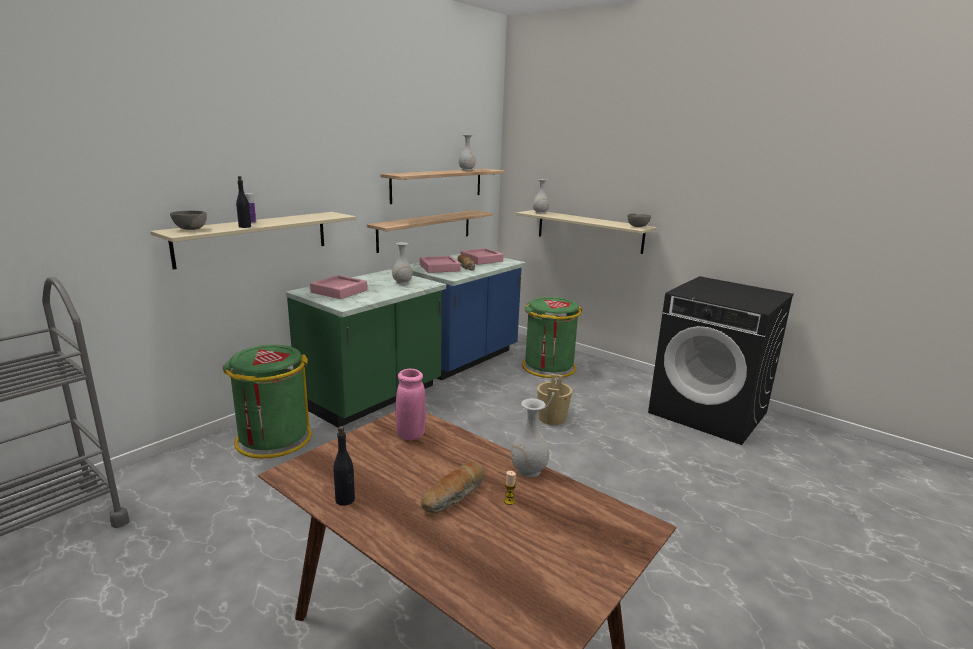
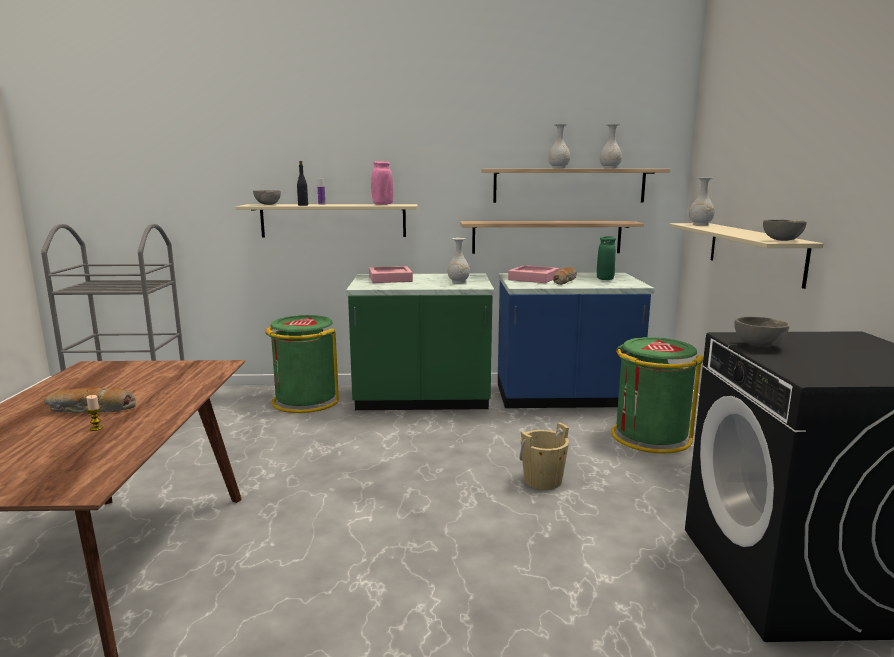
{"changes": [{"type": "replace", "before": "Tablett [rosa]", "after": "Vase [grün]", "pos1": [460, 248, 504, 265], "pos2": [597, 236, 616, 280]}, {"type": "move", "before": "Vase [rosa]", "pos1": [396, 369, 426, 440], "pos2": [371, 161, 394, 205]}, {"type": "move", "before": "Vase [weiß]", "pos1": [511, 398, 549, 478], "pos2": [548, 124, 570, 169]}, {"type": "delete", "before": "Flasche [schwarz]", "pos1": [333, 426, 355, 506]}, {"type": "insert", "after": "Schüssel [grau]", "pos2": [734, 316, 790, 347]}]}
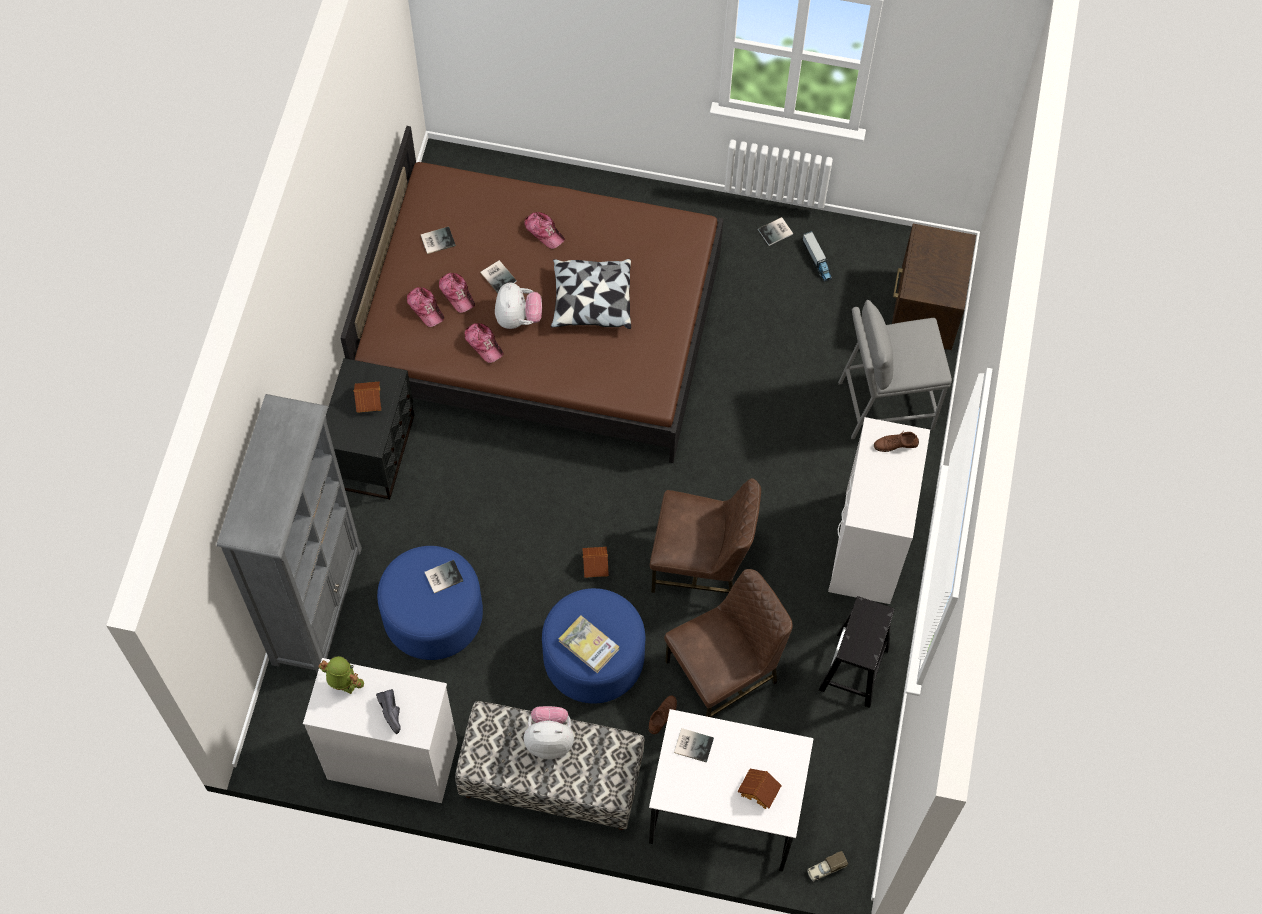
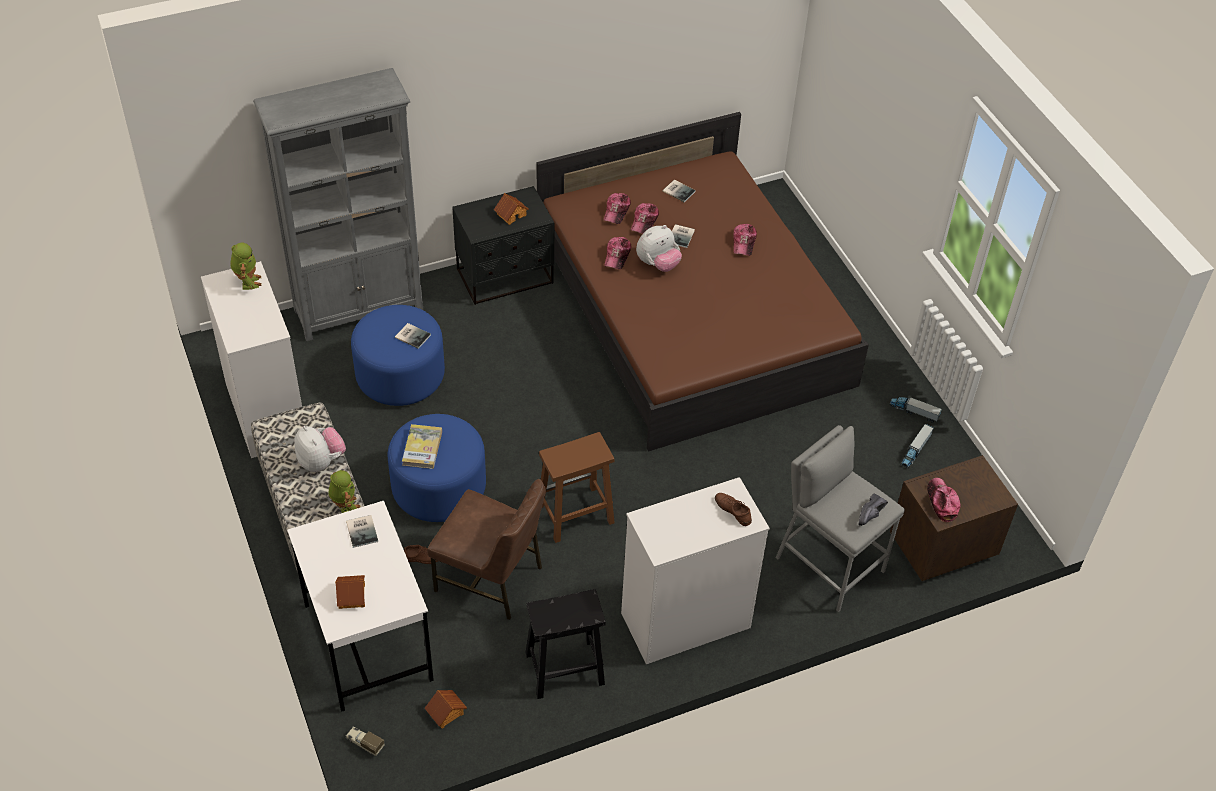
{"changes": [{"type": "replace", "before": "Buch", "after": "Spielzeuglaster", "pos1": [758, 217, 793, 246], "pos2": [889, 396, 942, 423]}, {"type": "delete", "before": "Kissen", "pos1": [551, 259, 631, 329]}, {"type": "replace", "before": "Stuhl [braun]", "after": "Hocker [braun]", "pos1": [650, 478, 761, 593], "pos2": [539, 432, 615, 543]}, {"type": "move", "before": "Spielzeughaus", "pos1": [582, 547, 609, 578], "pos2": [425, 690, 467, 729]}, {"type": "move", "before": "Schuh [schwarz]", "pos1": [376, 689, 401, 734], "pos2": [858, 494, 888, 526]}, {"type": "insert", "after": "Spielzeugroboter", "pos2": [328, 470, 361, 513]}, {"type": "insert", "after": "Kappe", "pos2": [927, 478, 960, 522]}]}
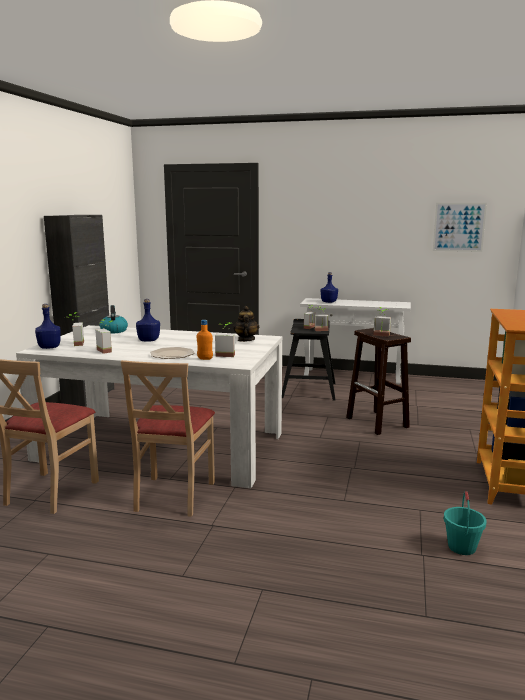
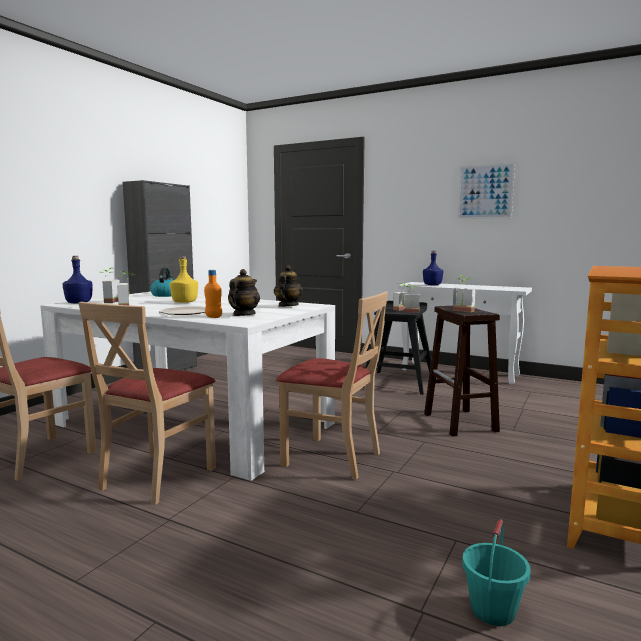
{"changes": [{"type": "move", "before": "Bild", "pos1": [433, 203, 487, 252], "pos2": [458, 163, 515, 219]}, {"type": "recolor", "before": "Flasche [blau]", "after": "Flasche [gelb]", "pos1": [136, 299, 160, 342], "pos2": [170, 256, 198, 303]}, {"type": "replace", "before": "Topfpflanze", "after": "Teekanne", "pos1": [215, 322, 235, 357], "pos2": [228, 269, 260, 316]}, {"type": "insert", "after": "Stuhl [beige]", "pos2": [276, 291, 388, 480]}]}
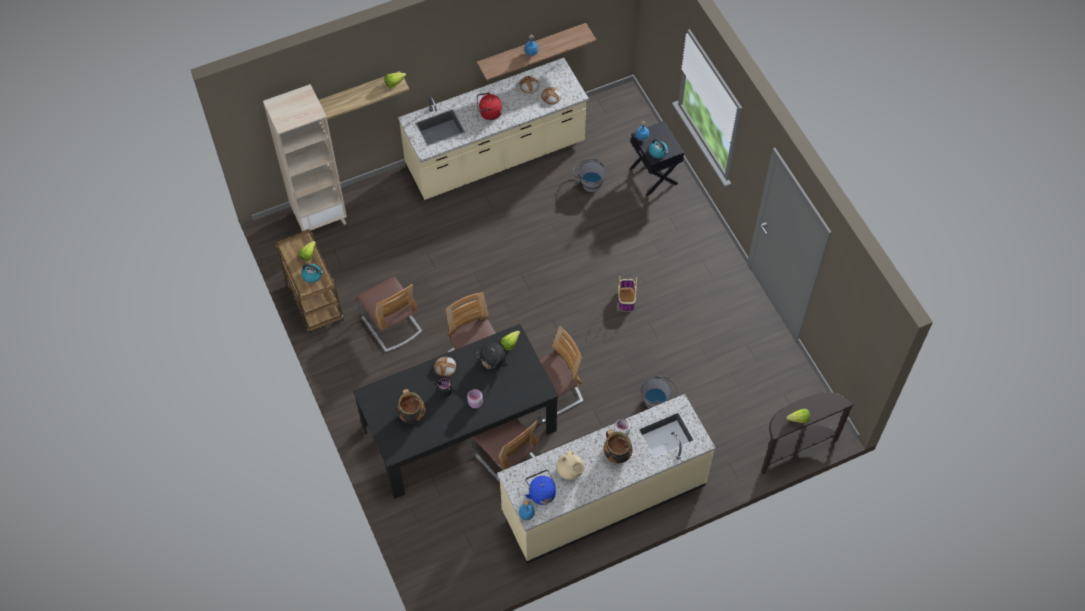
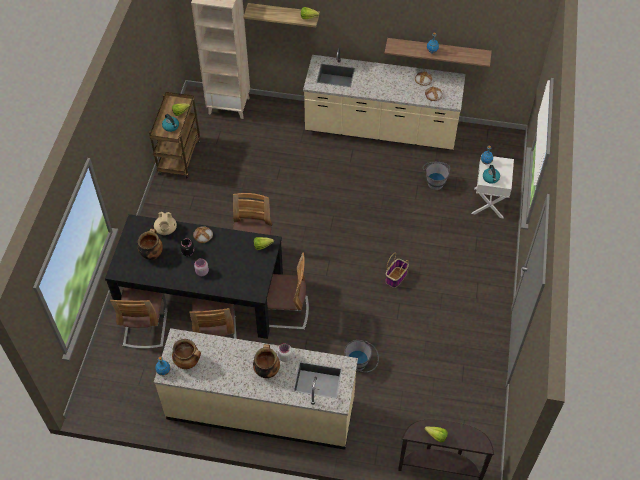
{"changes": [{"type": "delete", "before": "Wasserkessel [rot]", "pos1": [477, 92, 502, 120]}, {"type": "recolor", "before": "Nachttisch [schwarz]", "after": "Nachttisch [weiß]", "pos1": [630, 121, 684, 196], "pos2": [472, 156, 514, 218]}, {"type": "move", "before": "Stuhl", "pos1": [356, 277, 422, 352], "pos2": [110, 288, 167, 349]}, {"type": "delete", "before": "Wasserkessel [schwarz]", "pos1": [476, 342, 507, 370]}, {"type": "move", "before": "Teekanne [beige]", "pos1": [557, 451, 585, 480], "pos2": [154, 212, 177, 235]}, {"type": "replace", "before": "Wasserkessel [blau]", "after": "Kochtopf", "pos1": [525, 470, 556, 505], "pos2": [172, 339, 201, 369]}]}
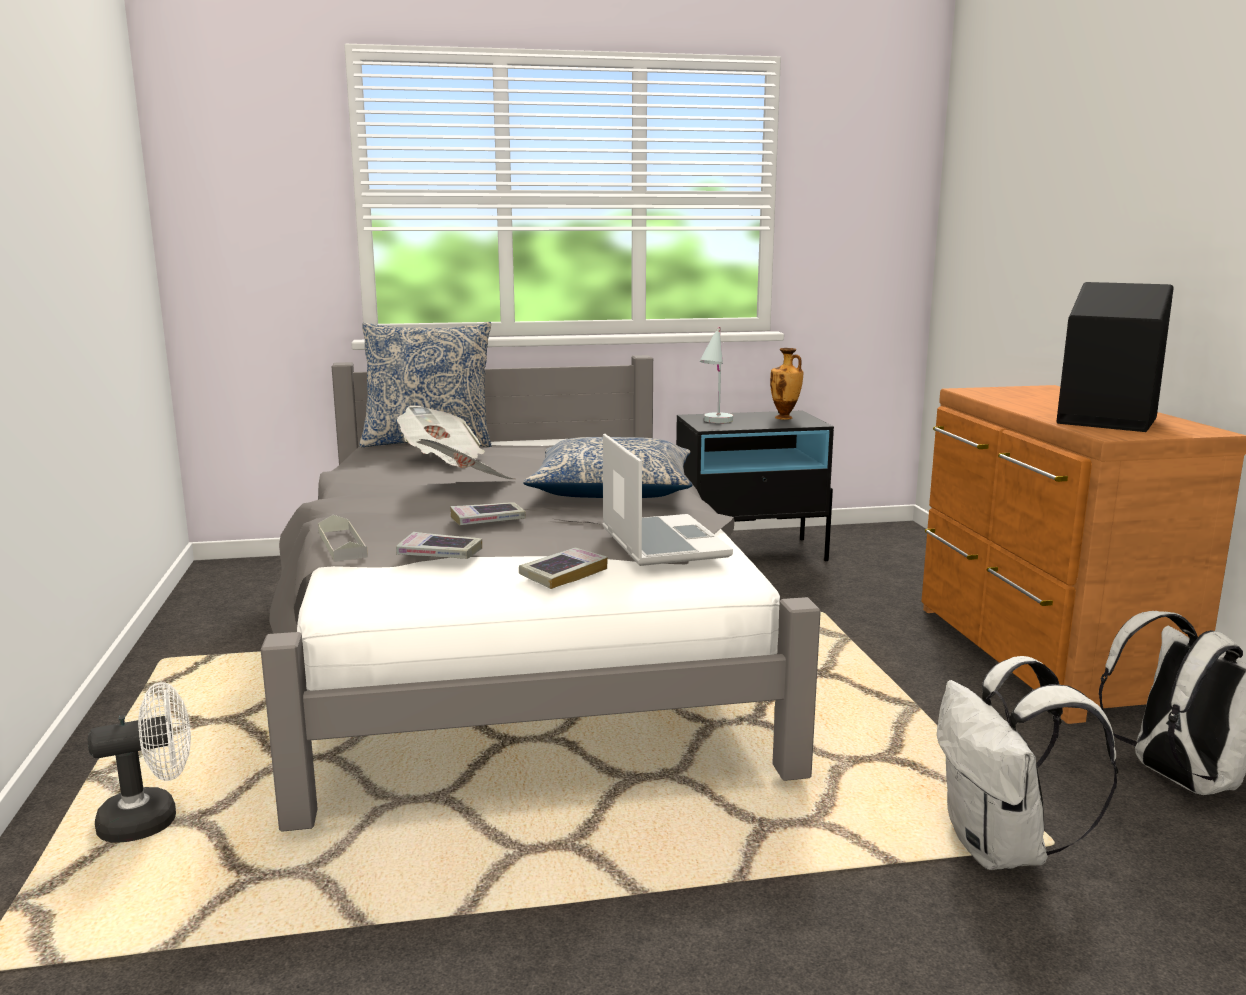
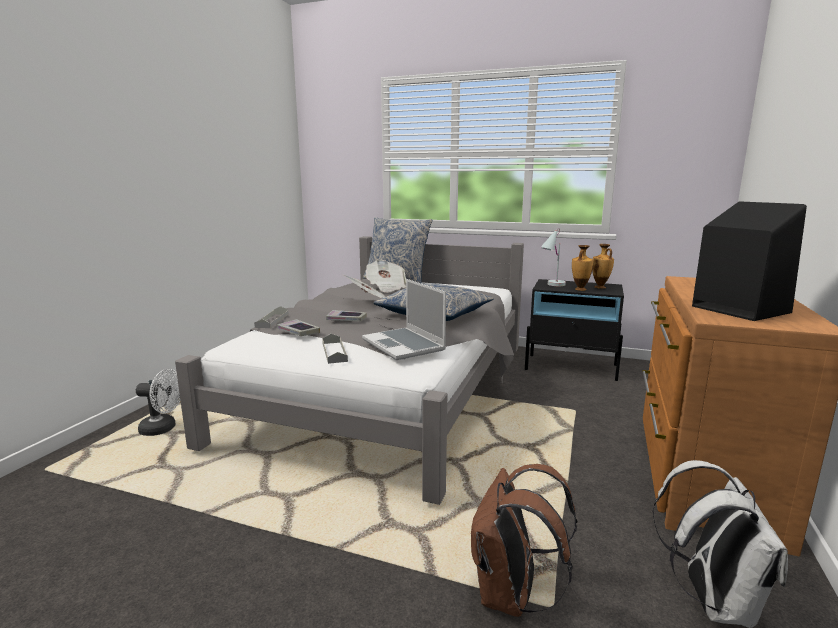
{"changes": [{"type": "rotate", "before": "Laptop", "pos1": [603, 434, 733, 566], "pos2": [362, 279, 446, 360], "turn": 135}, {"type": "replace", "before": "Buch", "after": "Tablett [grau]", "pos1": [519, 548, 608, 589], "pos2": [322, 334, 348, 364]}, {"type": "recolor", "before": "Rucksack [weiß]", "after": "Rucksack [braun]", "pos1": [937, 656, 1118, 870], "pos2": [471, 464, 577, 617]}, {"type": "insert", "after": "Vase", "pos2": [572, 245, 594, 291]}]}
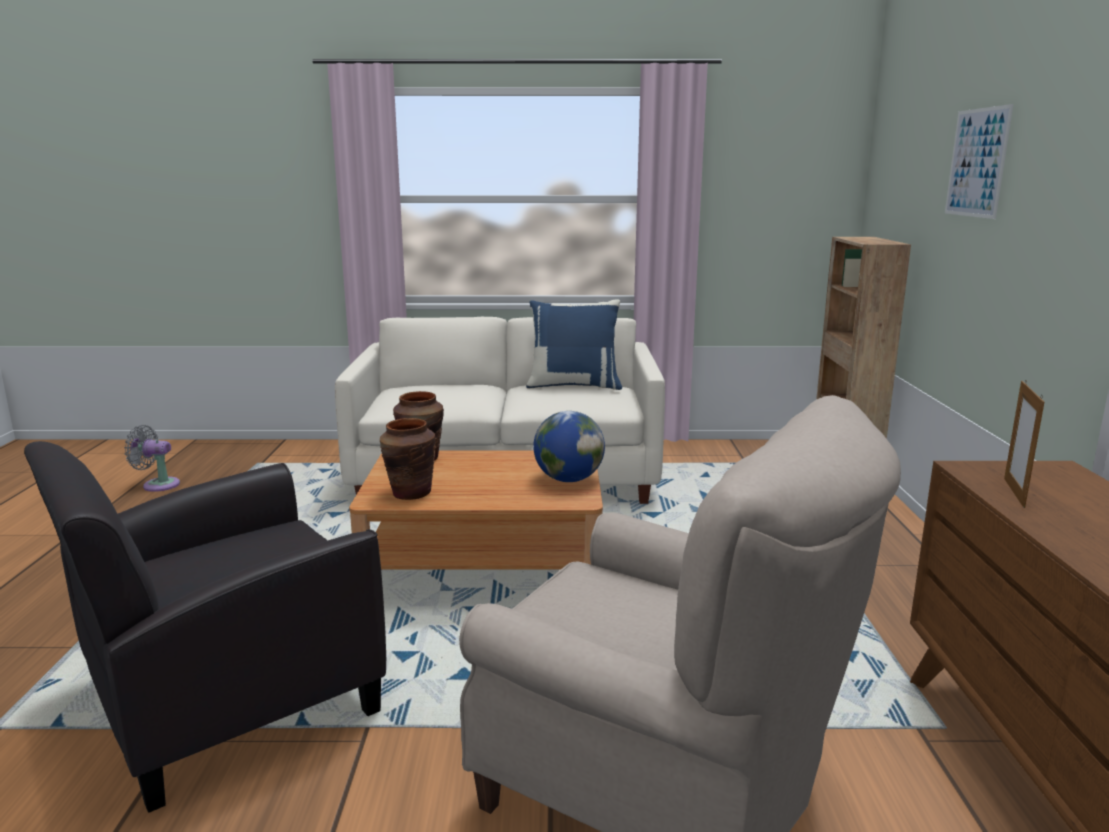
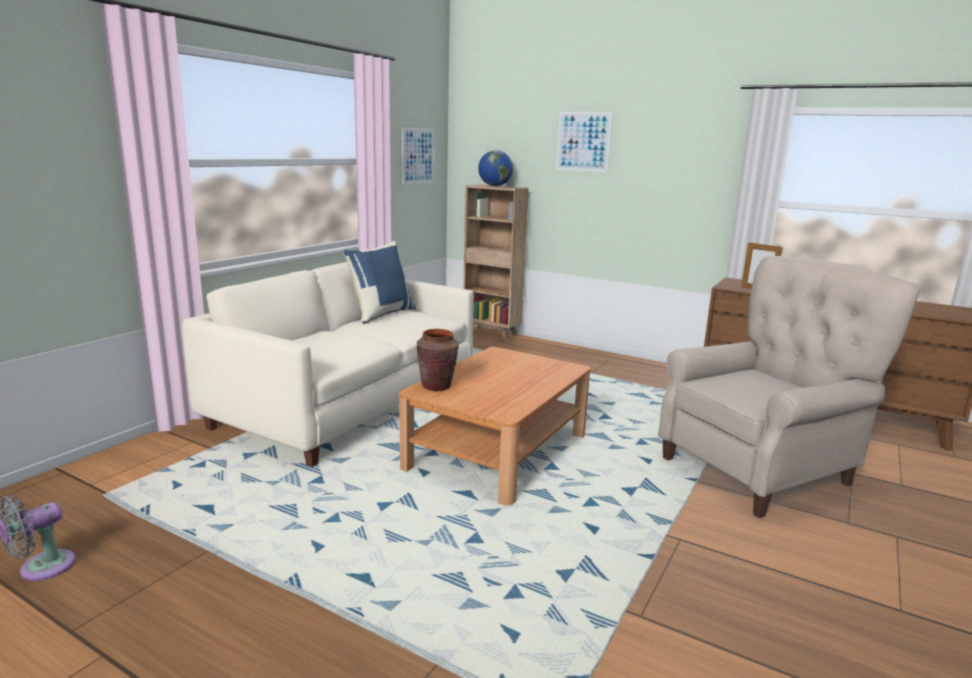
{"changes": [{"type": "move", "before": "Globus", "pos1": [533, 411, 605, 482], "pos2": [478, 150, 513, 186]}, {"type": "delete", "before": "Vase [braun]", "pos1": [380, 418, 436, 500]}, {"type": "delete", "before": "Sessel [schwarz]", "pos1": [24, 441, 386, 813]}, {"type": "insert", "after": "Bild", "pos2": [402, 127, 435, 184]}]}
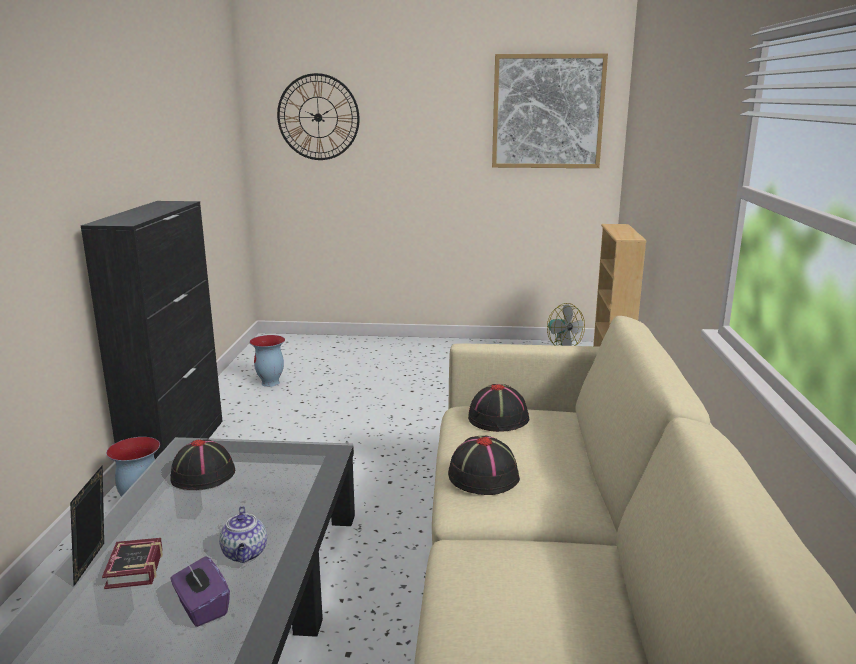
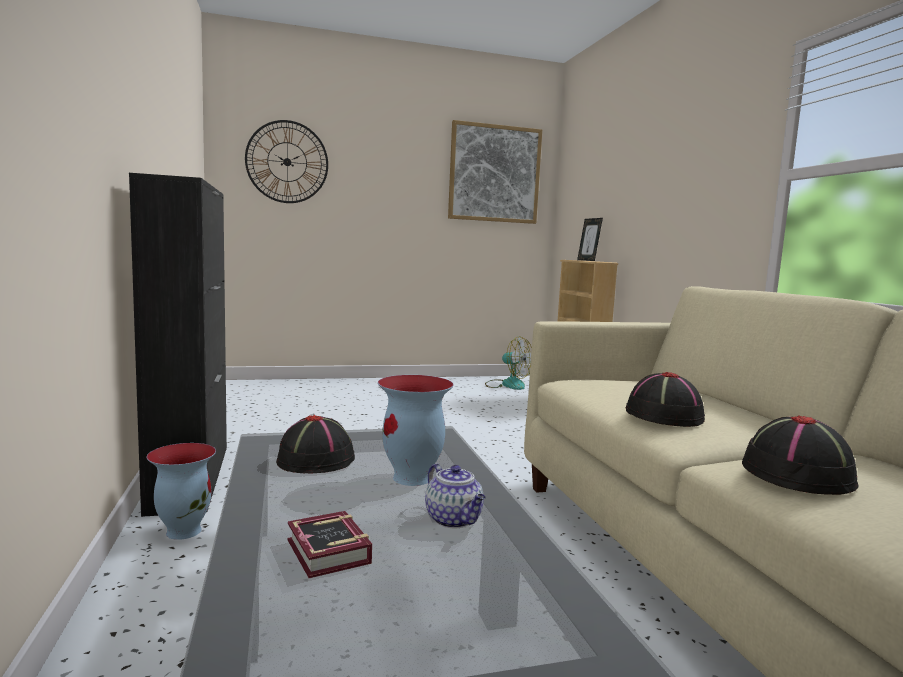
{"changes": [{"type": "move", "before": "Vase", "pos1": [249, 335, 285, 387], "pos2": [378, 375, 453, 486]}, {"type": "move", "before": "Hut [schwarz]", "pos1": [468, 384, 530, 432], "pos2": [742, 415, 858, 495]}, {"type": "move", "before": "Bilderrahmen", "pos1": [70, 465, 104, 586], "pos2": [577, 218, 603, 261]}, {"type": "delete", "before": "Taschentuchbox [lila]", "pos1": [171, 556, 230, 627]}]}
